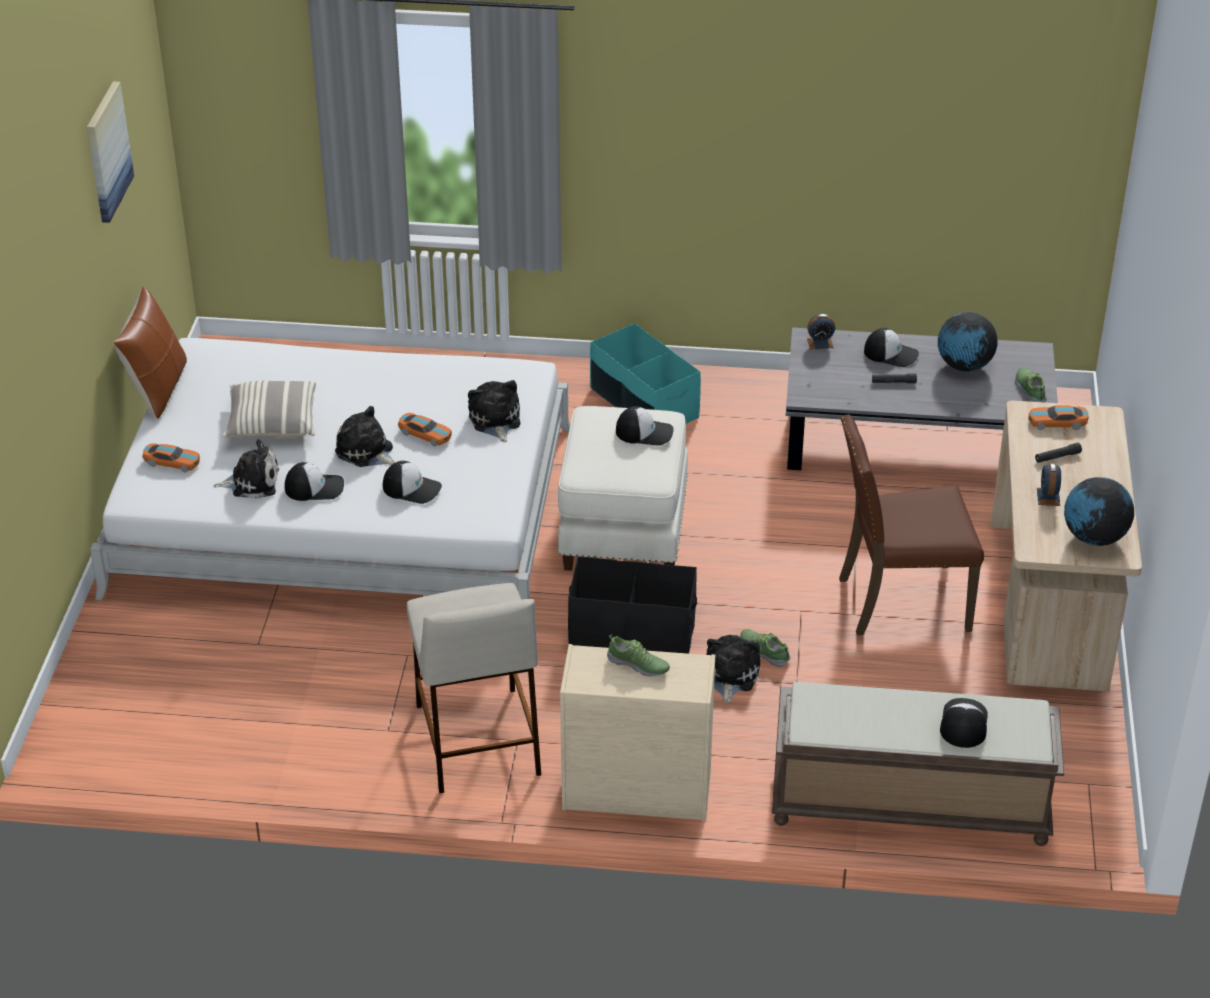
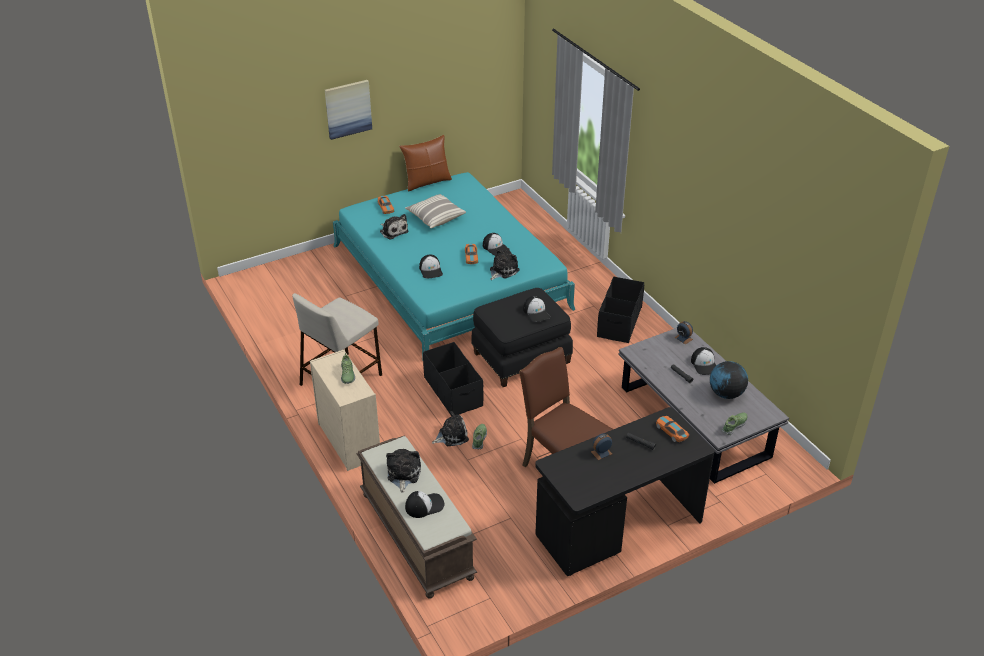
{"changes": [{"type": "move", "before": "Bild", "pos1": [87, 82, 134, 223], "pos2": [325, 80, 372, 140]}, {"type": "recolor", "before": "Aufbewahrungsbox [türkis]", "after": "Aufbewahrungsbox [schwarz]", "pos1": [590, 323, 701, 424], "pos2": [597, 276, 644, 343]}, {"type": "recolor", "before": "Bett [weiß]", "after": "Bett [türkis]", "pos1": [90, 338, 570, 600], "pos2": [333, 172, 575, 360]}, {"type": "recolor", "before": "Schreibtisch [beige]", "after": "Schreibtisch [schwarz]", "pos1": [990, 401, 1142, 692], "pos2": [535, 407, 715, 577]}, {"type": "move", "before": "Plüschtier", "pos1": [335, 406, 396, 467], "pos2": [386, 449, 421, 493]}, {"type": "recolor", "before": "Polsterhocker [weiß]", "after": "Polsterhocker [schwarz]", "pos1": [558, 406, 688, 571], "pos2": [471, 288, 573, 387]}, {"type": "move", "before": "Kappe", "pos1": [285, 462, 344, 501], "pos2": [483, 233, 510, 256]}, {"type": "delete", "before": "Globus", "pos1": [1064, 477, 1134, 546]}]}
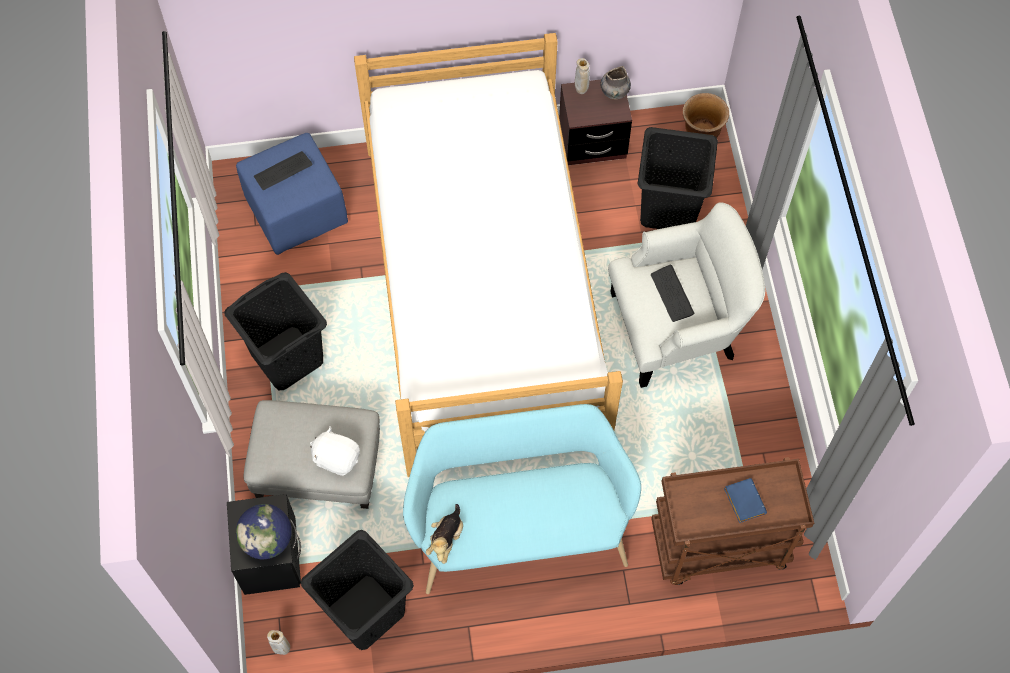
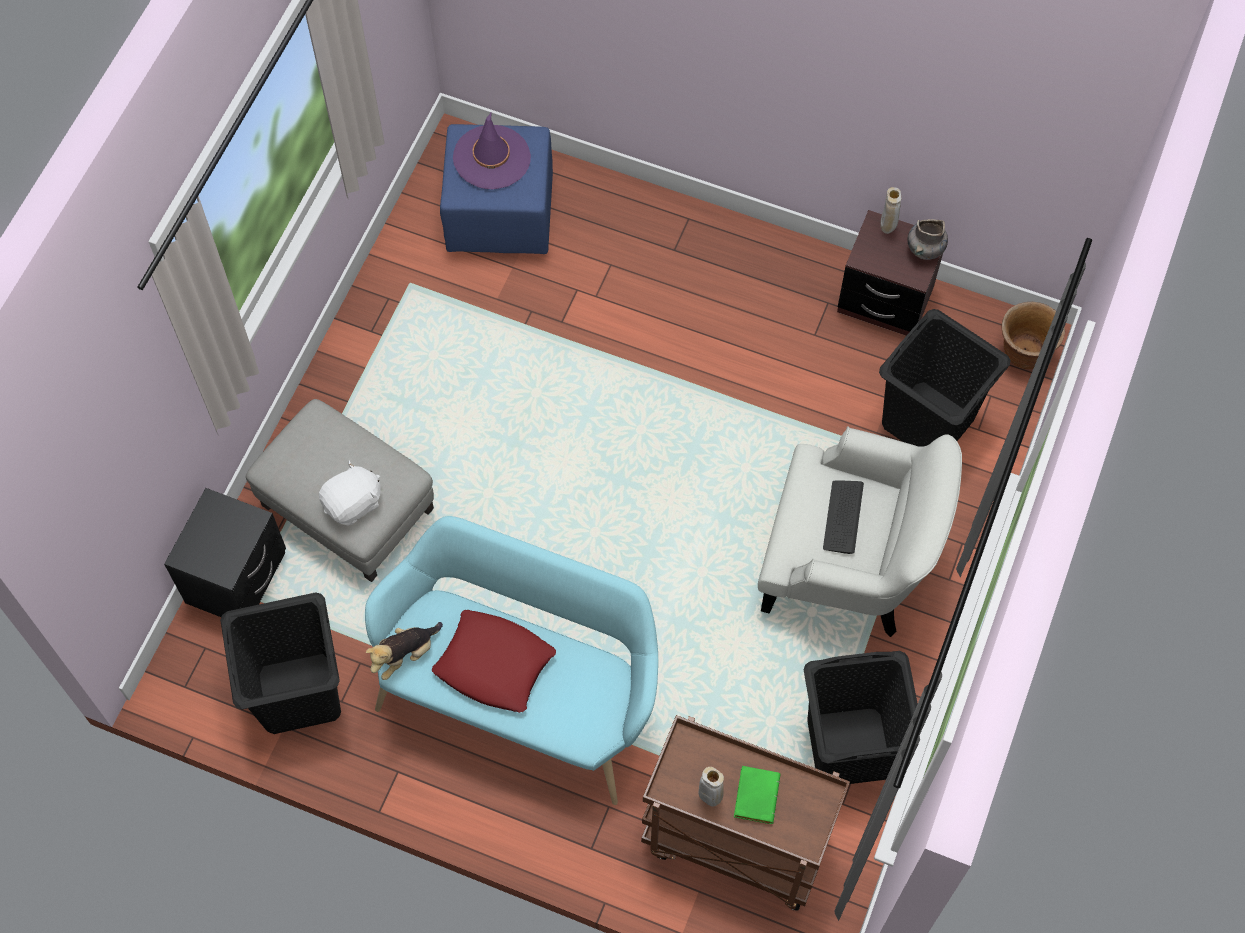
{"changes": [{"type": "delete", "before": "Bett", "pos1": [354, 33, 623, 477]}, {"type": "replace", "before": "Tastatur", "after": "Hut [lila]", "pos1": [254, 151, 313, 190], "pos2": [453, 111, 531, 189]}, {"type": "move", "before": "Wäschekorb [schwarz]", "pos1": [224, 272, 327, 390], "pos2": [804, 651, 918, 784]}, {"type": "rotate", "before": "Plüschtier [weiß]", "pos1": [310, 426, 360, 476], "pos2": [319, 461, 381, 526], "turn": 90}, {"type": "recolor", "before": "Buch [blau]", "after": "Buch [grün]", "pos1": [724, 478, 767, 523], "pos2": [734, 766, 781, 824]}, {"type": "delete", "before": "Globus", "pos1": [236, 504, 292, 559]}, {"type": "move", "before": "Vase [beige]", "pos1": [267, 630, 290, 655], "pos2": [699, 767, 724, 807]}, {"type": "insert", "after": "Kissen [rot]", "pos2": [432, 610, 556, 713]}]}
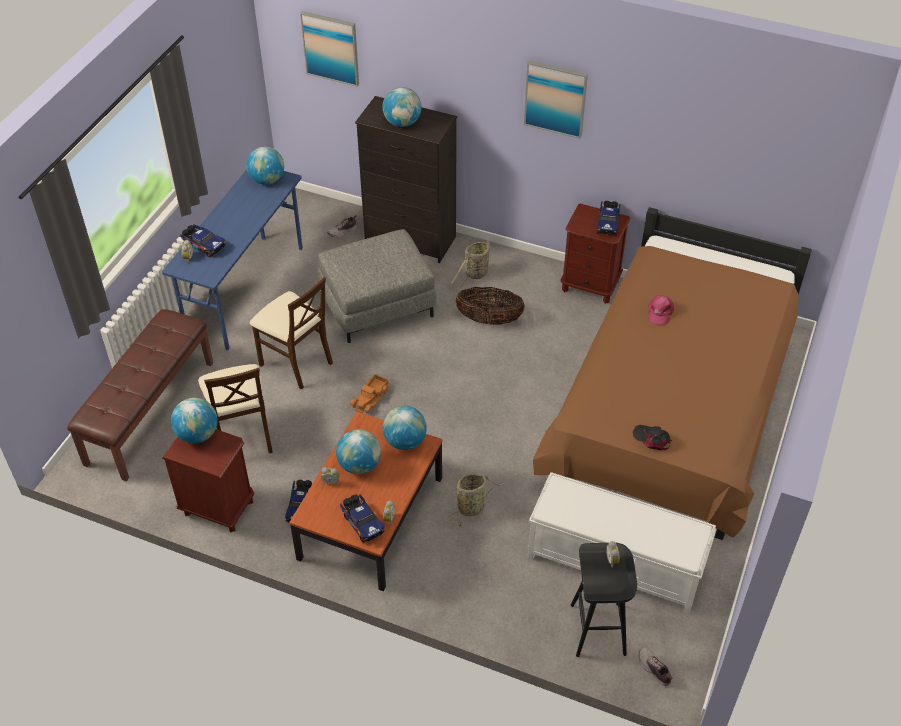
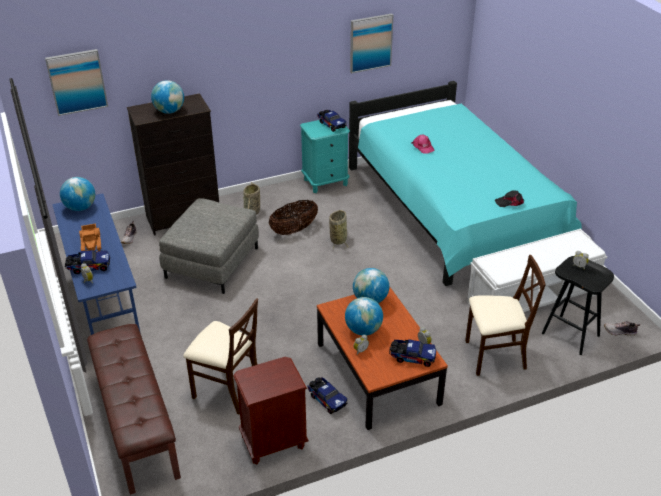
{"changes": [{"type": "move", "before": "Bild", "pos1": [524, 60, 588, 139], "pos2": [350, 14, 393, 73]}, {"type": "recolor", "before": "Nachttisch [braun]", "after": "Nachttisch [türkis]", "pos1": [560, 203, 631, 304], "pos2": [300, 120, 350, 193]}, {"type": "recolor", "before": "Bett [braun]", "after": "Bett [türkis]", "pos1": [533, 207, 812, 540], "pos2": [349, 81, 582, 286]}, {"type": "move", "before": "Stuhl [beige]", "pos1": [250, 277, 333, 390], "pos2": [465, 255, 546, 376]}, {"type": "move", "before": "Spielzeuglaster", "pos1": [350, 374, 389, 414], "pos2": [79, 224, 101, 252]}, {"type": "delete", "before": "Globus", "pos1": [171, 398, 218, 443]}, {"type": "move", "before": "Korb", "pos1": [447, 474, 505, 527], "pos2": [329, 210, 348, 251]}]}
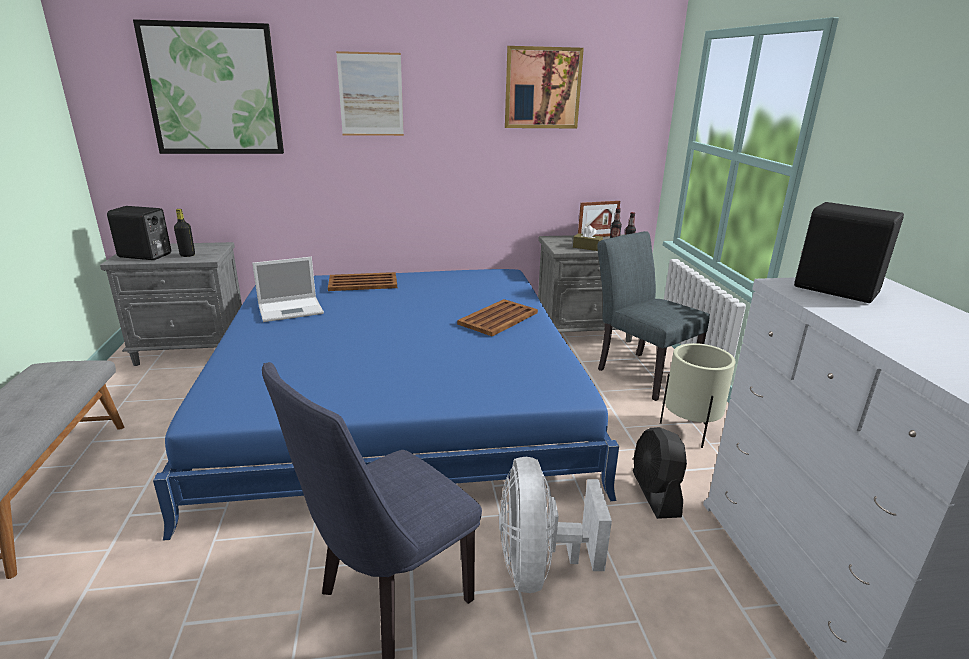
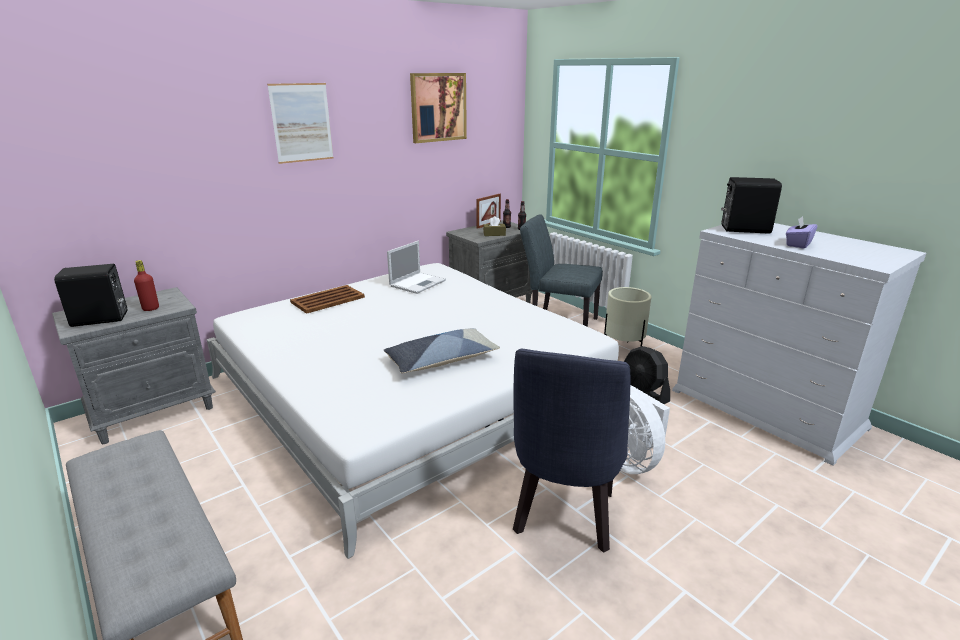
{"changes": [{"type": "delete", "before": "Bild", "pos1": [133, 19, 284, 154]}, {"type": "recolor", "before": "Flasche [schwarz]", "after": "Flasche [rot]", "pos1": [174, 209, 195, 257], "pos2": [134, 260, 159, 311]}, {"type": "move", "before": "Laptop", "pos1": [252, 257, 324, 322], "pos2": [387, 241, 446, 294]}, {"type": "recolor", "before": "Bett [blau]", "after": "Bett [weiß]", "pos1": [153, 269, 619, 541], "pos2": [207, 263, 619, 559]}, {"type": "delete", "before": "Tablett [braun]", "pos1": [457, 299, 538, 336]}, {"type": "insert", "after": "Taschentuchbox [lila]", "pos2": [786, 216, 818, 248]}, {"type": "insert", "after": "Kissen", "pos2": [384, 328, 500, 373]}]}
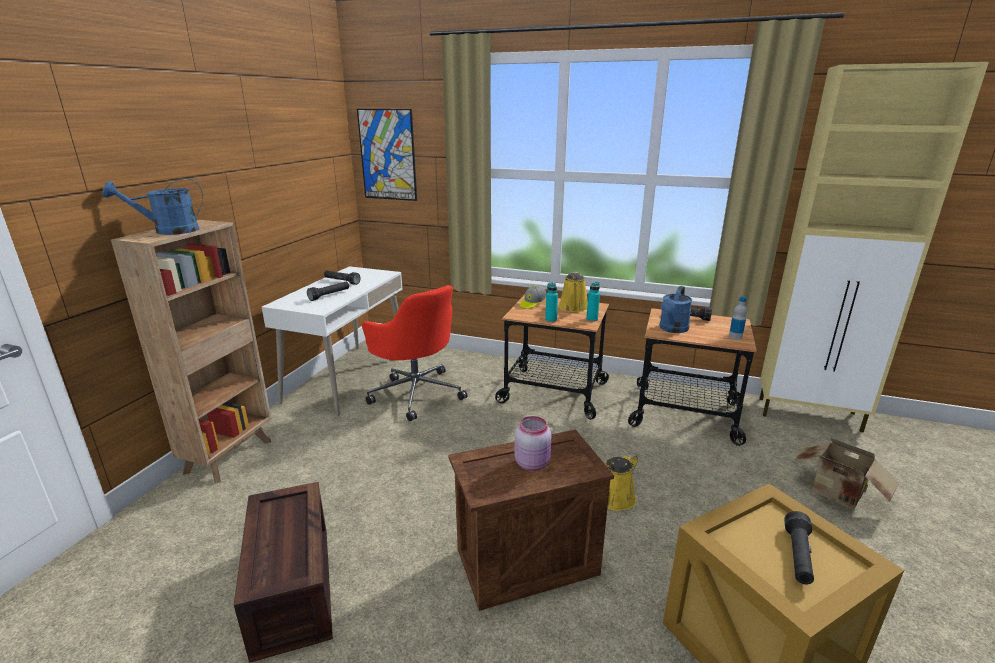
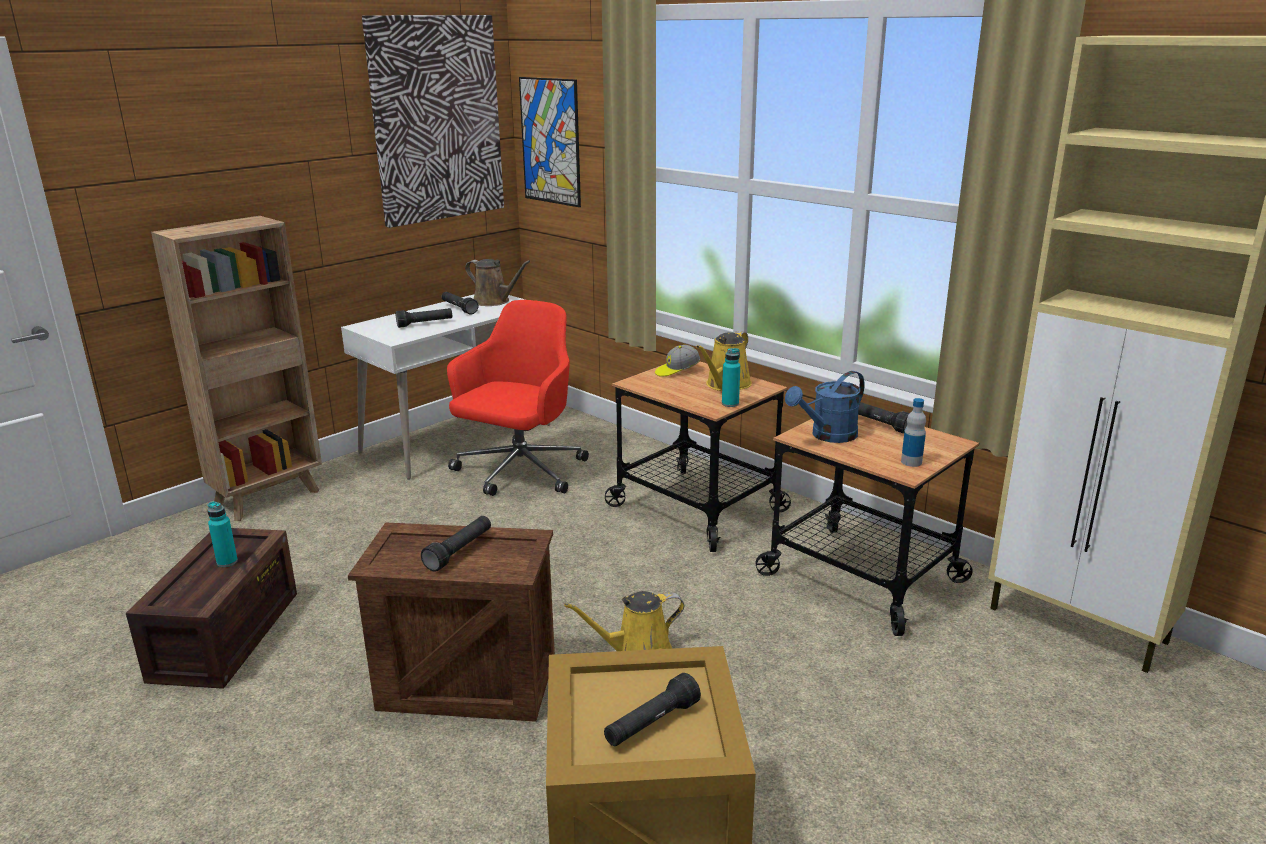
{"changes": [{"type": "delete", "before": "Gießkanne [blau]", "pos1": [102, 178, 203, 235]}, {"type": "move", "before": "Flasche [türkis]", "pos1": [545, 283, 558, 322], "pos2": [207, 501, 238, 567]}, {"type": "rotate", "before": "Bürostuhl [rot]", "pos1": [362, 285, 467, 421], "pos2": [447, 300, 589, 496], "turn": -135}, {"type": "replace", "before": "Vorratsglas [rosa]", "after": "Taschenlampe [schwarz]", "pos1": [515, 416, 552, 471], "pos2": [421, 516, 491, 572]}, {"type": "delete", "before": "Karton", "pos1": [793, 438, 899, 510]}, {"type": "insert", "after": "Bild", "pos2": [362, 15, 504, 228]}, {"type": "insert", "after": "Gießkanne [braun]", "pos2": [465, 259, 530, 306]}]}
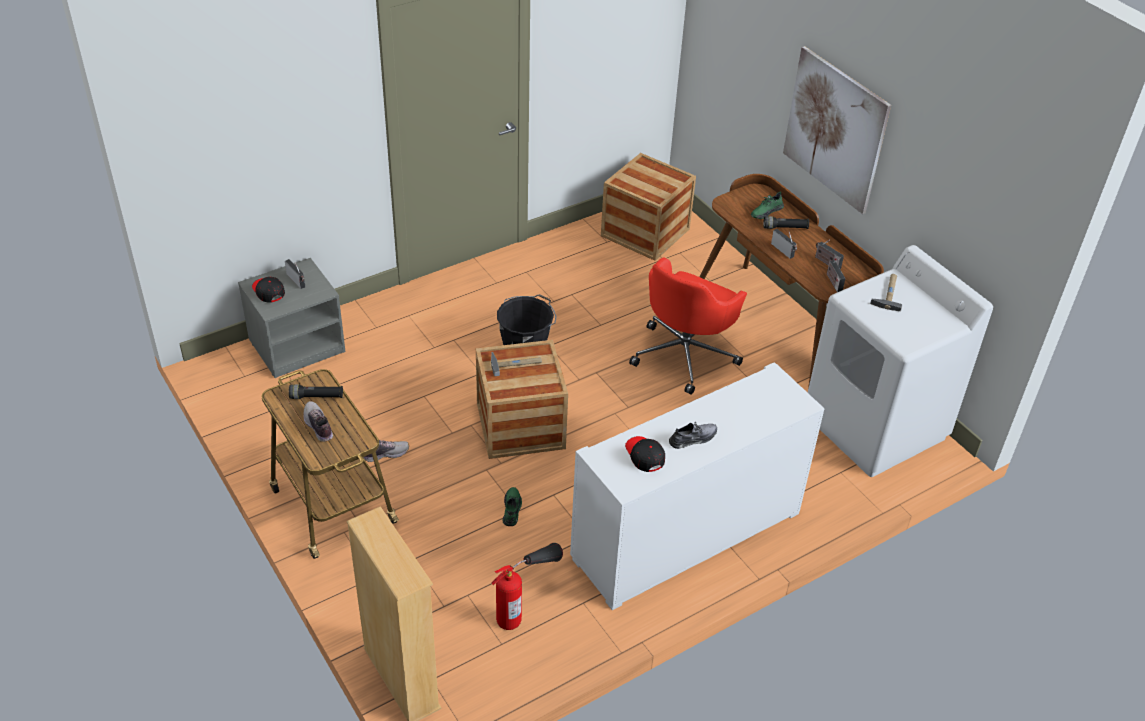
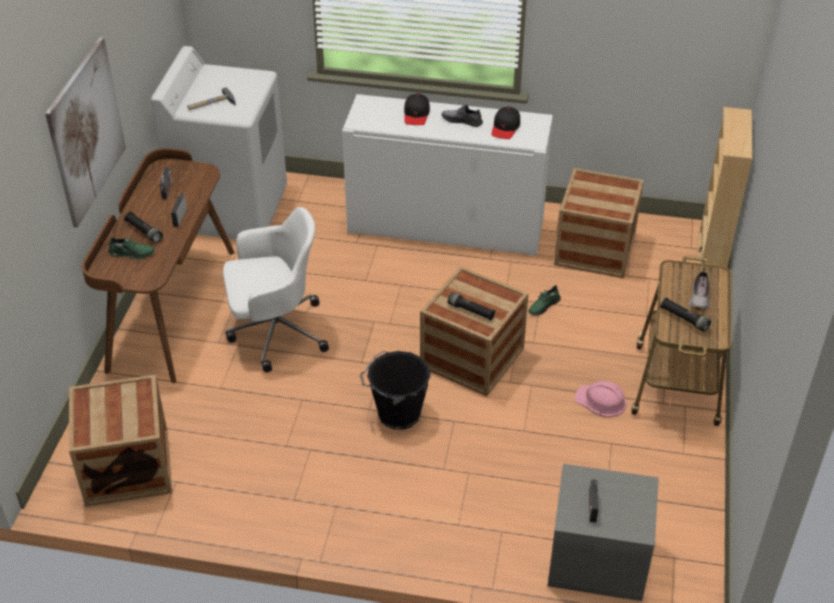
{"changes": [{"type": "recolor", "before": "Bürostuhl [rot]", "after": "Bürostuhl [weiß]", "pos1": [629, 257, 747, 395], "pos2": [223, 207, 329, 372]}, {"type": "delete", "before": "Radio", "pos1": [827, 259, 846, 292]}, {"type": "move", "before": "Kappe [schwarz]", "pos1": [252, 277, 285, 303], "pos2": [404, 93, 430, 125]}, {"type": "replace", "before": "Hammer", "after": "Taschenlampe [schwarz]", "pos1": [491, 352, 542, 376], "pos2": [448, 292, 496, 321]}, {"type": "replace", "before": "Schuh", "after": "Schutzhelm [rosa]", "pos1": [363, 440, 409, 462], "pos2": [574, 381, 627, 417]}, {"type": "replace", "before": "Feuerlöscher", "after": "Kiste", "pos1": [491, 543, 563, 630], "pos2": [554, 168, 644, 279]}]}
